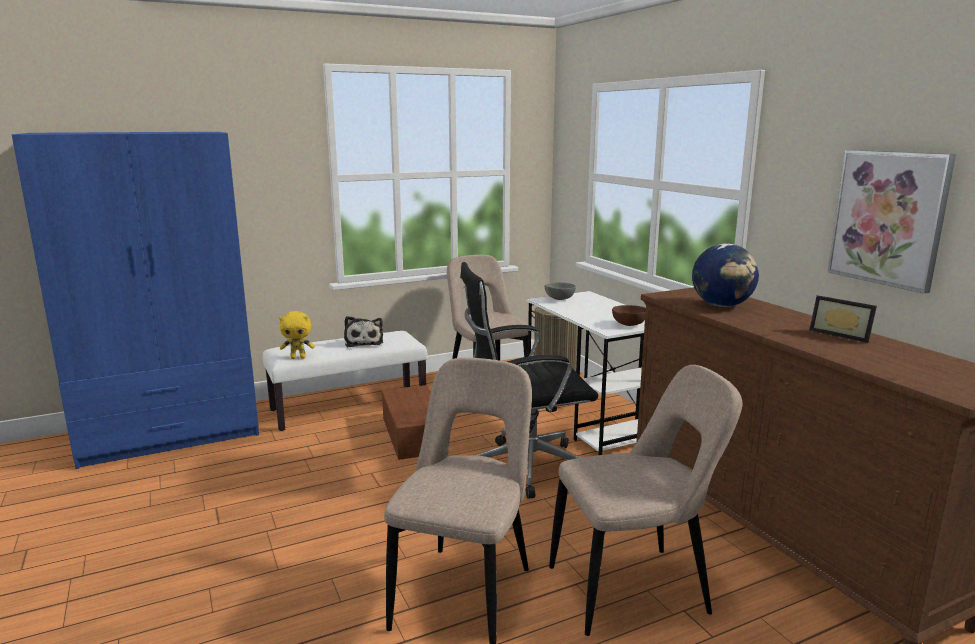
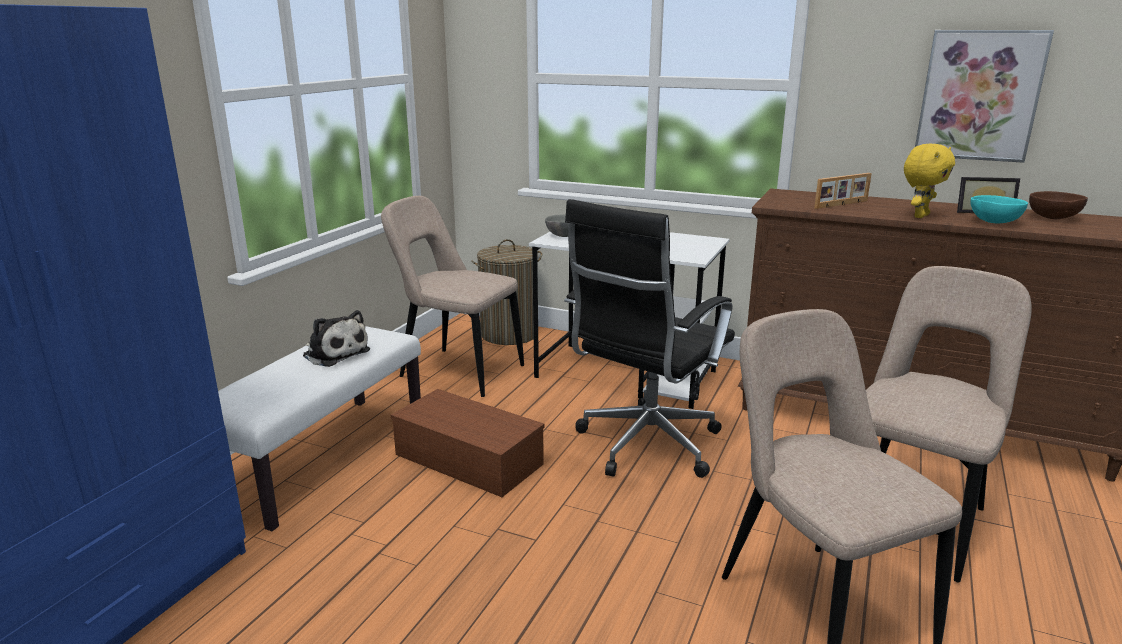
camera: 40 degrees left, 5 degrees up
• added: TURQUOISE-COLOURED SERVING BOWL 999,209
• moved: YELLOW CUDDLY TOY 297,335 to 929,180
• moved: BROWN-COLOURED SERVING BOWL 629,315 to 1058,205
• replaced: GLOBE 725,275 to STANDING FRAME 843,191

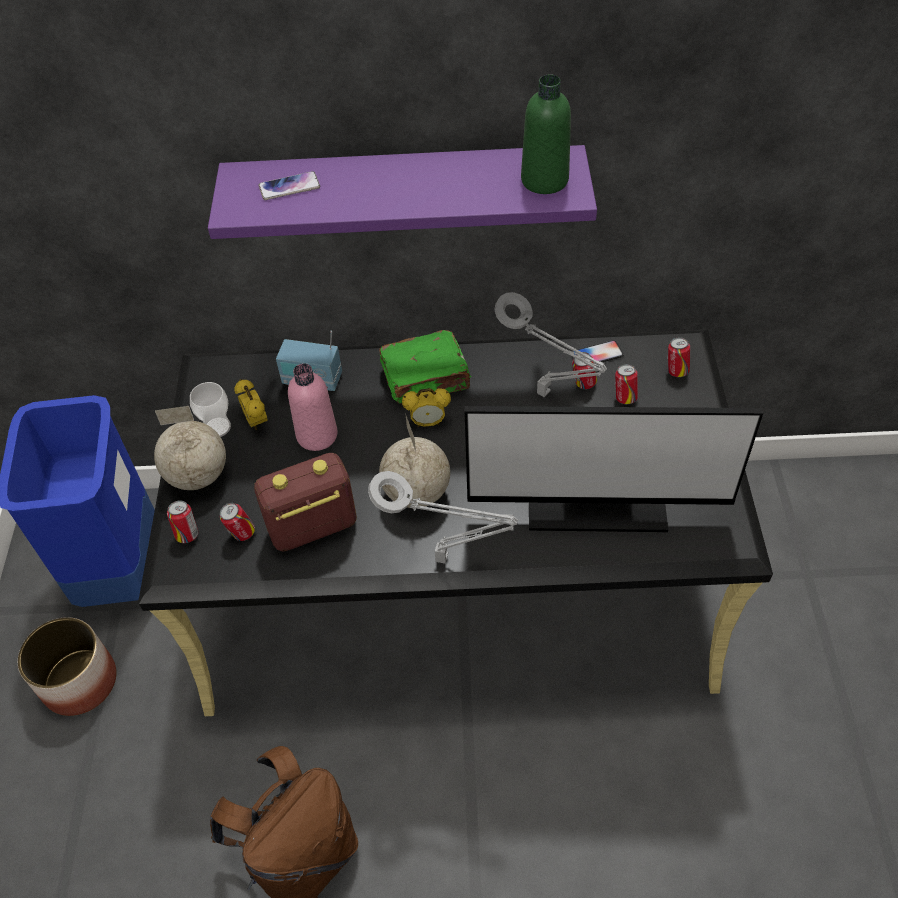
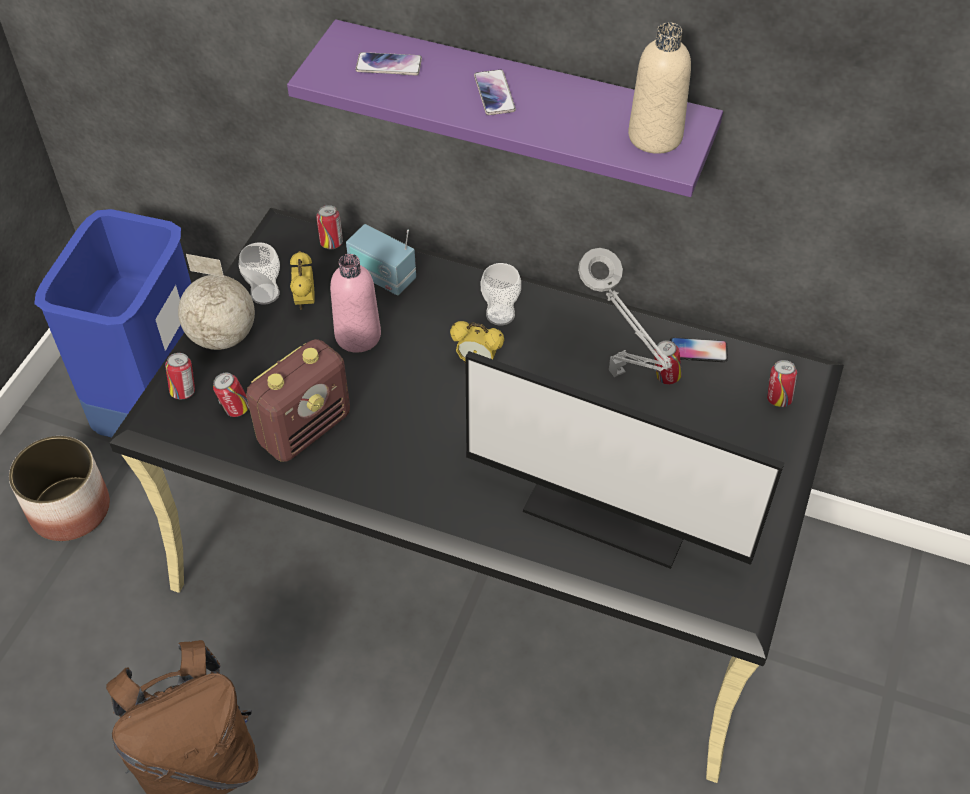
camera: 20 degrees right, 0 degrees up
• removed: GRAY LAMP FOR A TABLE 443,517
• removed: GLOBE 414,460
• added: PHONE 495,92
• moved: SEALED CAN 626,384 to 329,227
• replaced: GREENISH VOLUME 425,366 to CUP 501,294
• recoloured: GREENISH BEVERAGE BOTTLE 546,134 to BEIGE BEVERAGE BOTTLE 659,88
• turned: RADIO SET 305,502 = 298,400 135 degrees clockwise

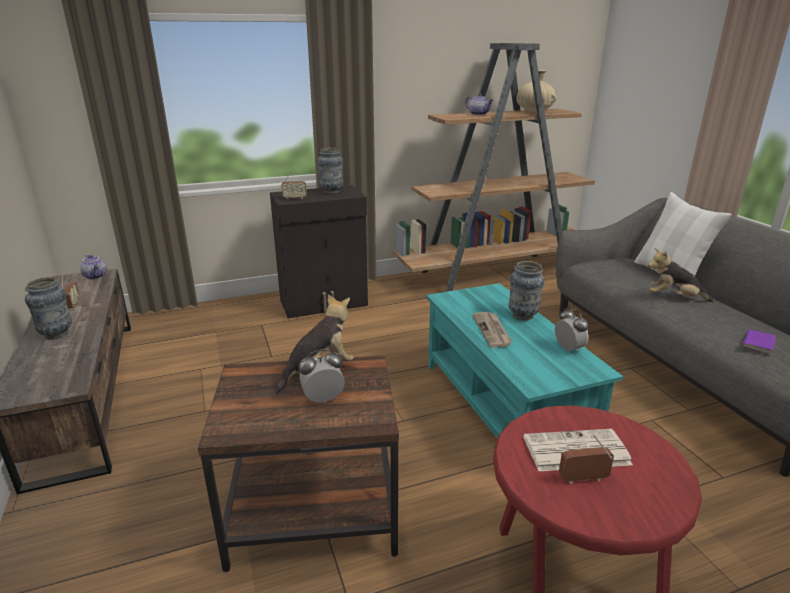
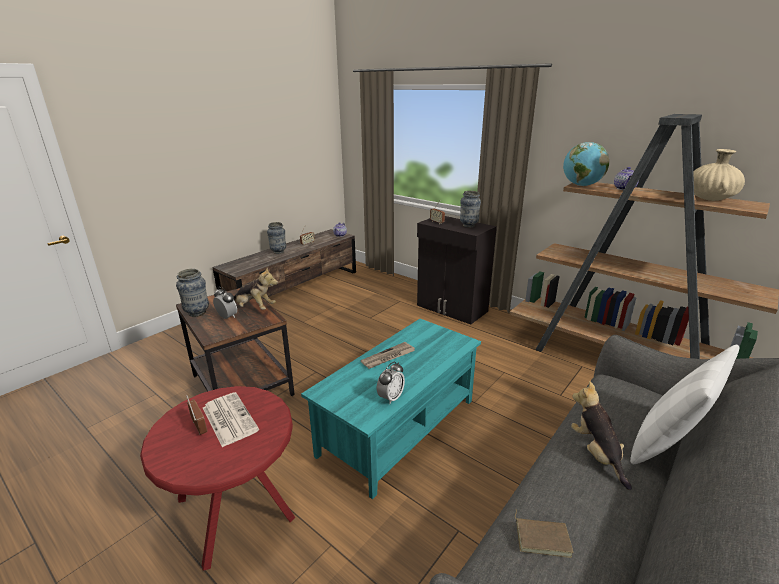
camera: 60 degrees right, 0 degrees up
• added: GLOBE 586,164
• moved: FLOWER VASE 527,291 to 192,293
• recoloured: PURPLE VOLUME 757,341 to BROWN-COLOURED VOLUME 544,533

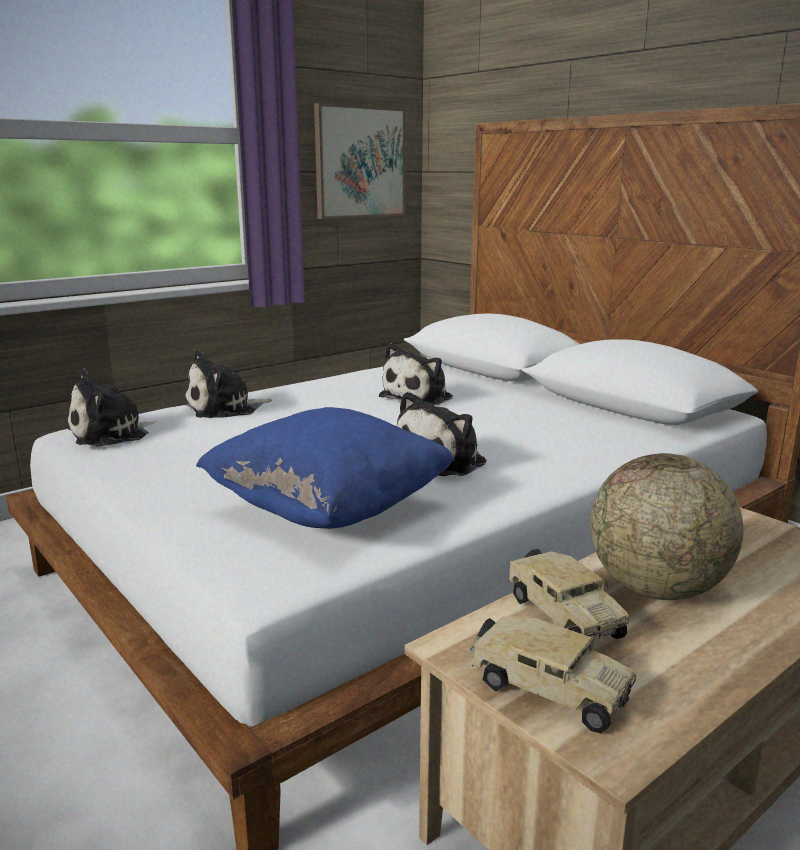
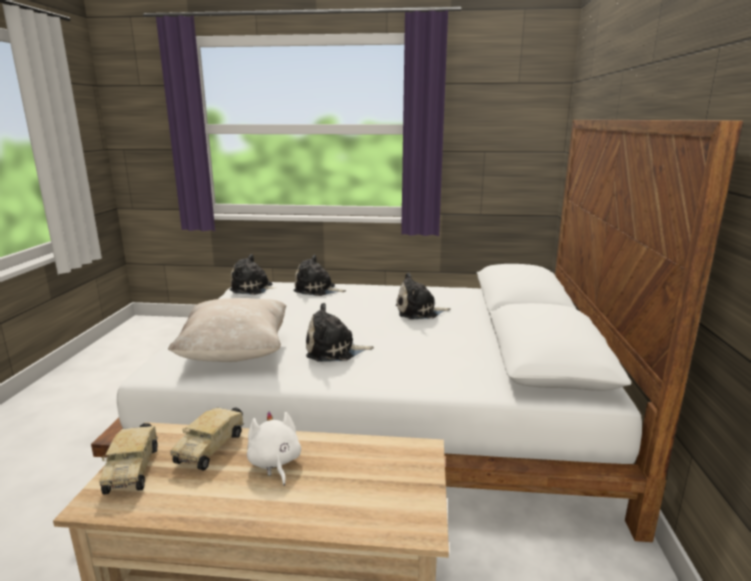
camera: 45 degrees right, 0 degrees up
• removed: PICTURE 359,161
• replaced: GLOBE 666,526 to WHITISH CUDDLY TOY 274,449
• recoloured: BLUISH CUSHION 325,468 to BEIGE CUSHION 227,330

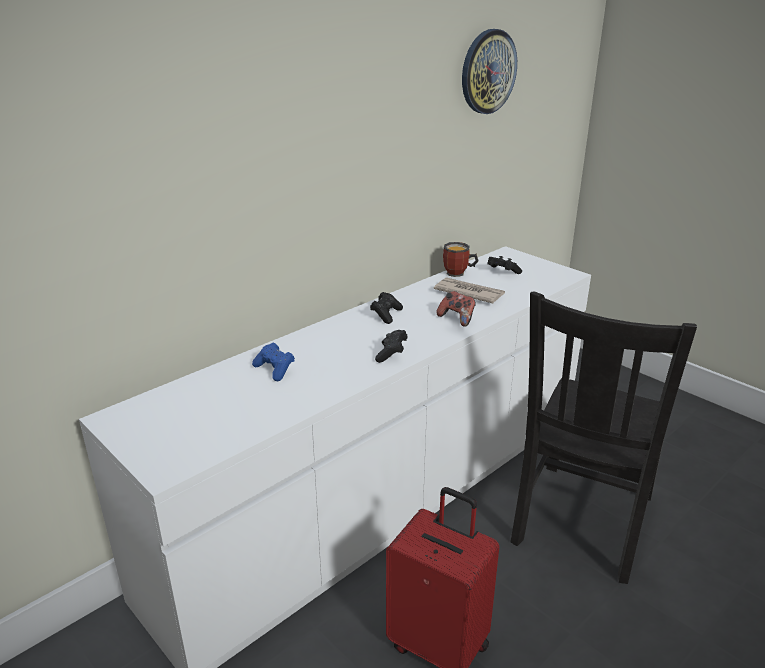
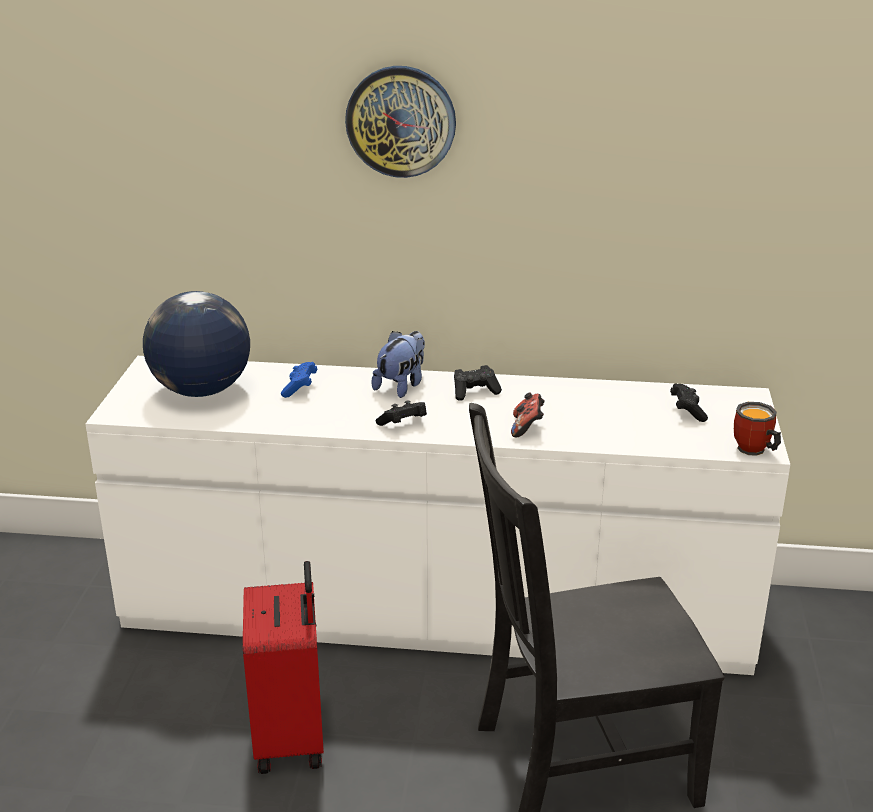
camera: 50 degrees right, 0 degrees up
• removed: PRINTED PAPER 469,290
• added: GLOBE 196,344
• added: CUDDLY TOY 398,364
• moved: TEA MUG 460,259 to 757,429
• moved: CLOCK ON THE WALL 489,71 to 400,122

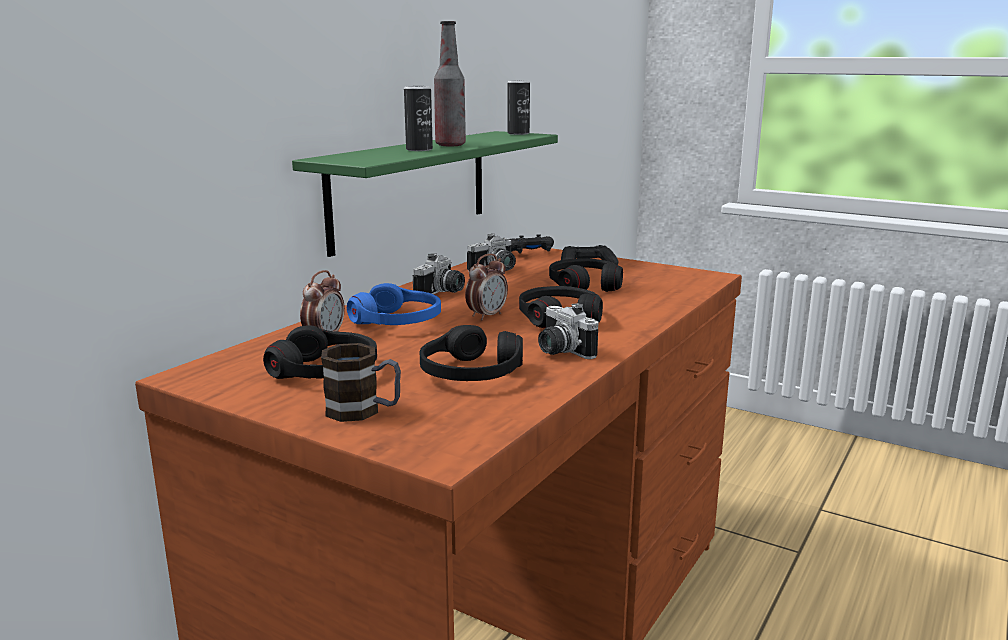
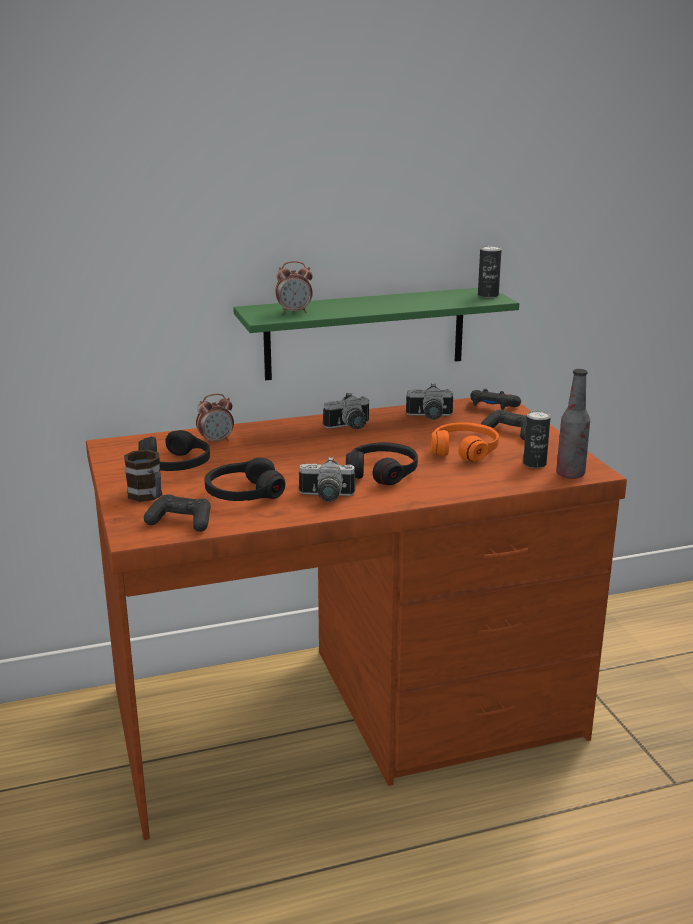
camera: 40 degrees right, 5 degrees up
• removed: BLUISH PAIR OF HEADPHONES 394,304
• added: BLACK-COLOURED GAMEPAD 177,513
• moved: SEALED CAN 418,118 to 537,439
• moved: BEVERAGE BOTTLE 450,83 to 573,424
• moved: BEDSIDE CLOCK 486,287 to 294,287
• recoloured: BLACK-COLOURED PAIR OF HEADPHONES 586,275 to ORANGE PAIR OF HEADPHONES 465,442
• turned: PHOTO CAMERA 568,331 = 327,479 90 degrees counterclockwise

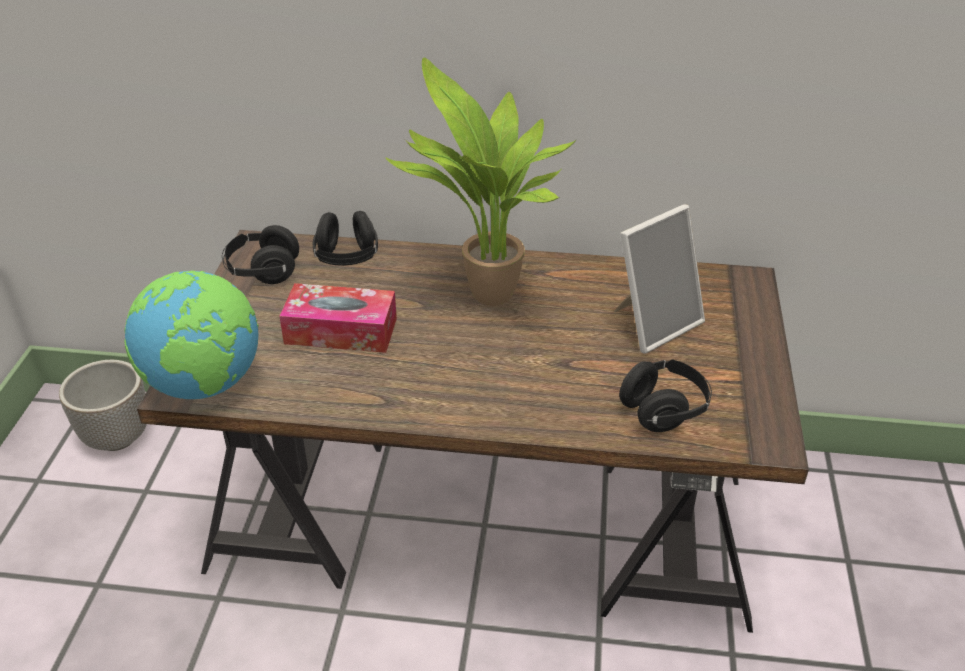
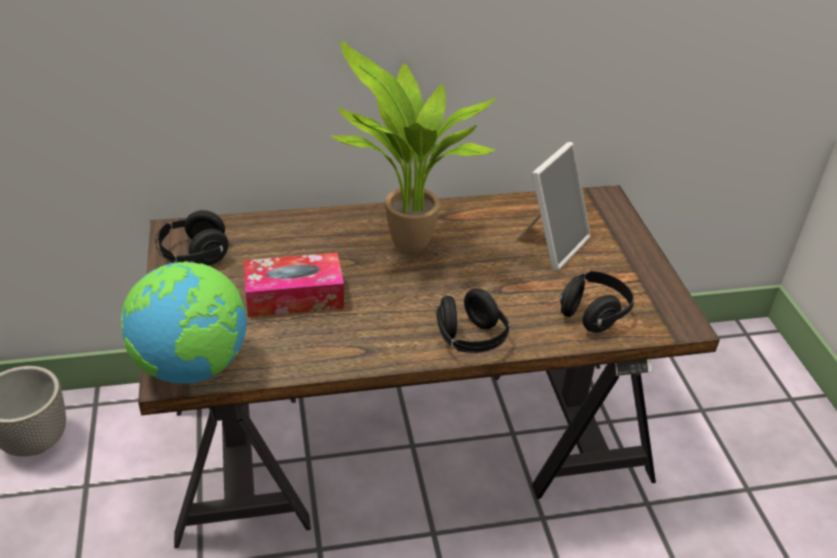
camera: 20 degrees left, 0 degrees up
• moved: BLACK-COLOURED PAIR OF HEADPHONES 345,238 to 473,320

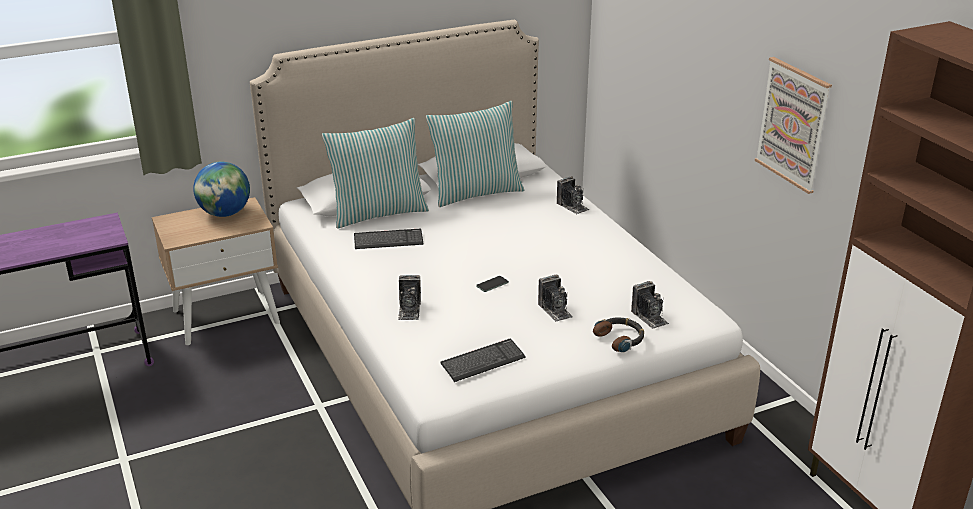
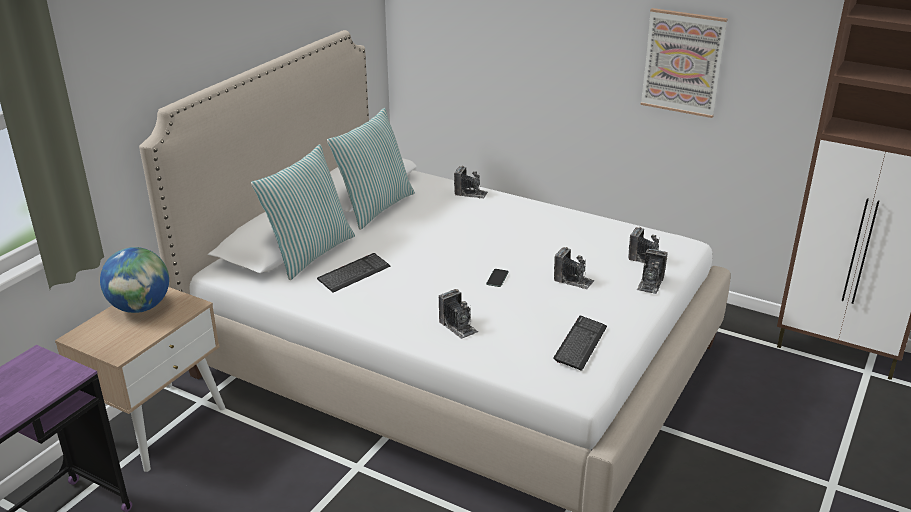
camera: 35 degrees left, 0 degrees up
• replaced: PAIR OF HEADPHONES 618,335 to PHOTO CAMERA 652,271

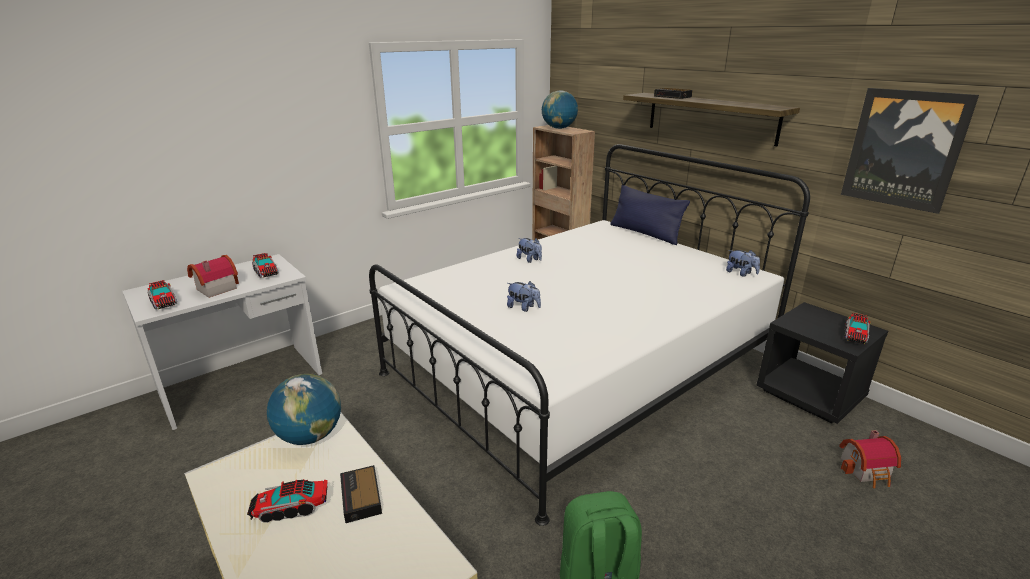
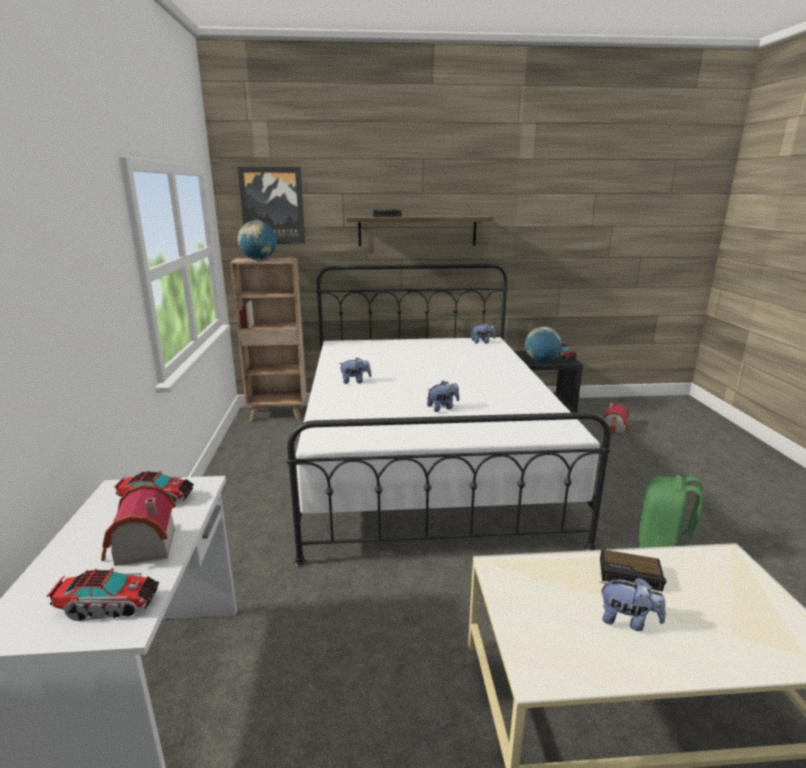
camera: 55 degrees left, 5 degrees down
• removed: BLUISH CUSHION 650,215
• moved: GLOBE 304,409 to 543,344
• moved: PICTURE 910,151 to 271,205
• replaced: TOY TRUCK 287,501 to CUDDLY TOY 632,604

